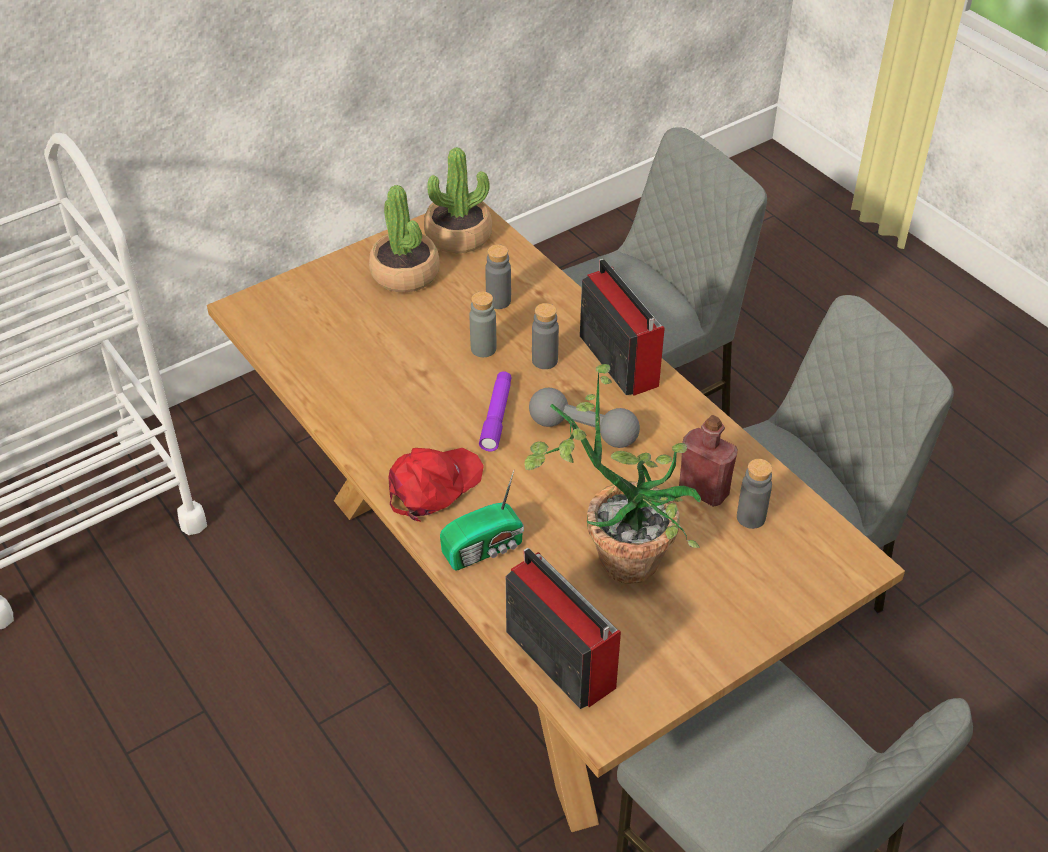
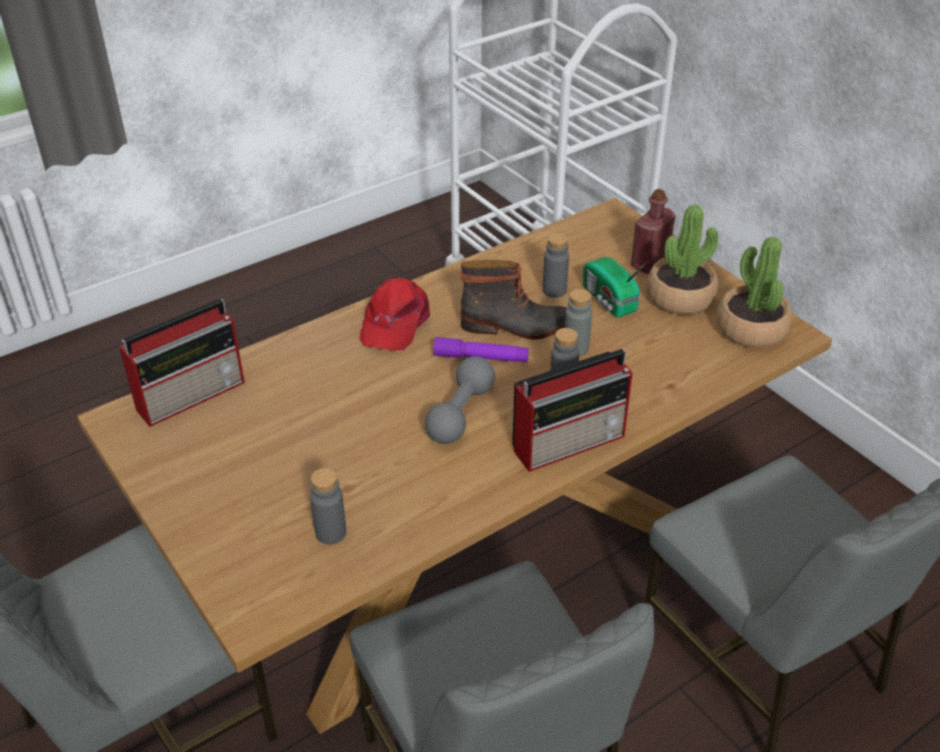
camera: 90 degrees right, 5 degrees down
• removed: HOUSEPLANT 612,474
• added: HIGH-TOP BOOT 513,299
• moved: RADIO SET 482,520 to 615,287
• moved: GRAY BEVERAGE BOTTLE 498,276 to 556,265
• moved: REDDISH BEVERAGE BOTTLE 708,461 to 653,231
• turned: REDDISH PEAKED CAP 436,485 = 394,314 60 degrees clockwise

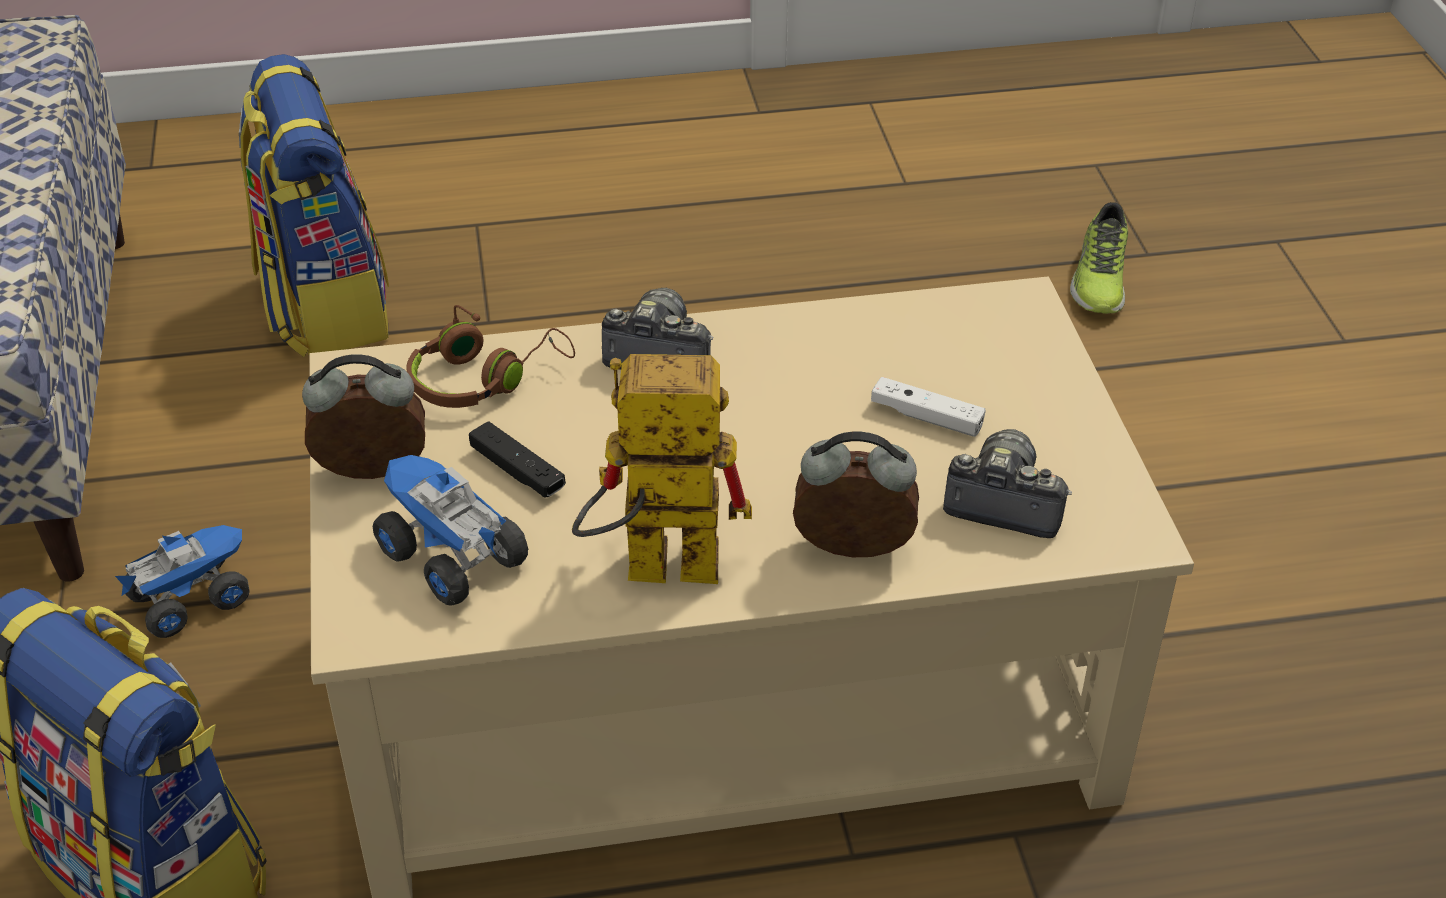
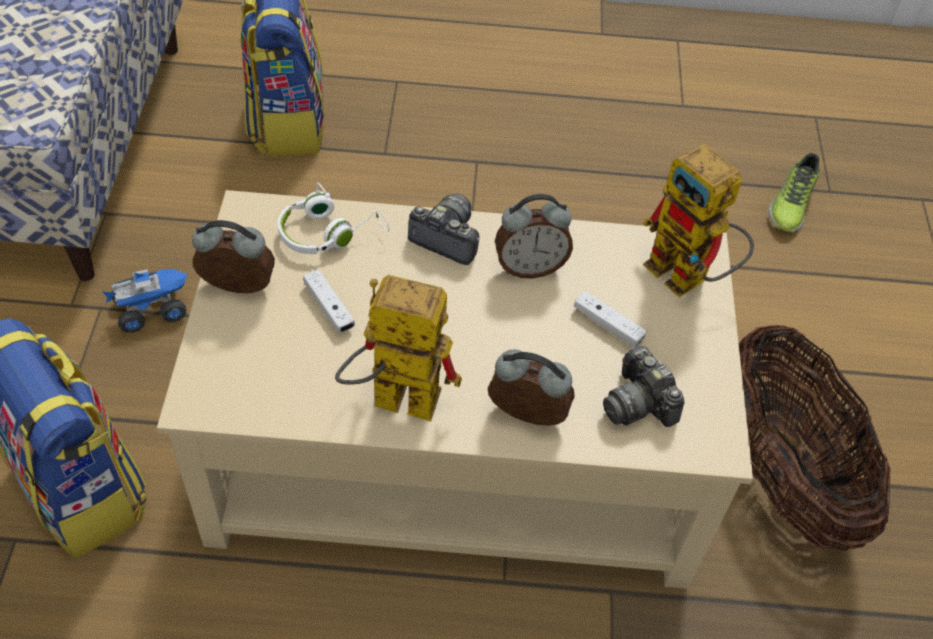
camera: 10 degrees right, 10 degrees up
• removed: TOY TRUCK 451,530
• added: BEDSIDE CLOCK 534,236
• added: TOY ROBOT 698,220
• added: HOUSEHOLD BASKET 814,438
• recoloured: BROWN-COLOURED PAIR OF HEADPHONES 490,356 to WHITISH PAIR OF HEADPHONES 333,218
• recoloured: BLACK-COLOURED GAMEPAD 517,459 to WHITISH GAMEPAD 329,301
• turned: PHOTO CAMERA 1007,483 = 643,386 150 degrees counterclockwise

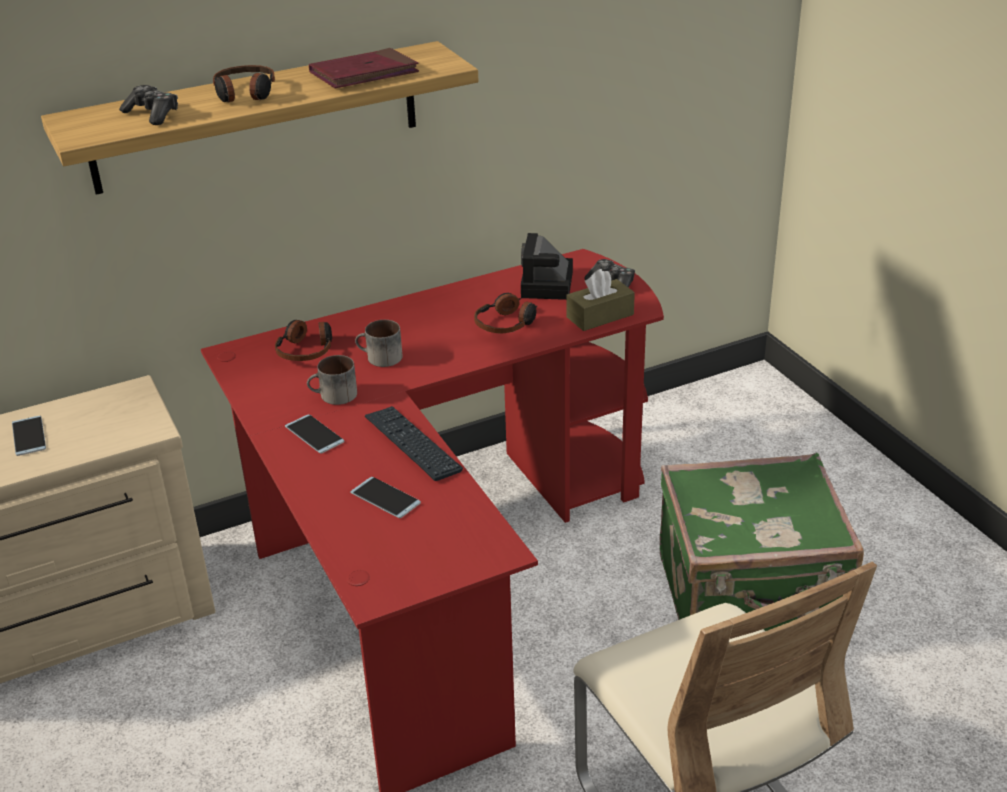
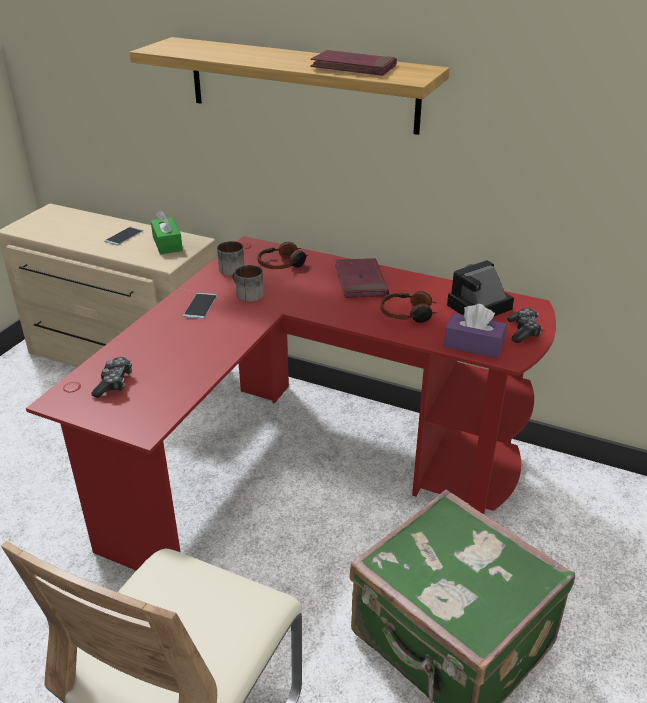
camera: 50 degrees right, 0 degrees up
• removed: PAIR OF HEADPHONES 244,83
• removed: PHONE 385,497
• removed: PC KEYBOARD 414,443
• added: GREENISH TISSUE HOLDER 167,232
• added: REDDISH VOLUME 362,278
• moved: GAMEPAD 148,105 to 112,377
• moved: TEA MUG 379,343 to 230,258
• recoloured: BROWN-COLOURED TISSUE HOLDER 600,300 to PURPLE TISSUE HOLDER 475,331

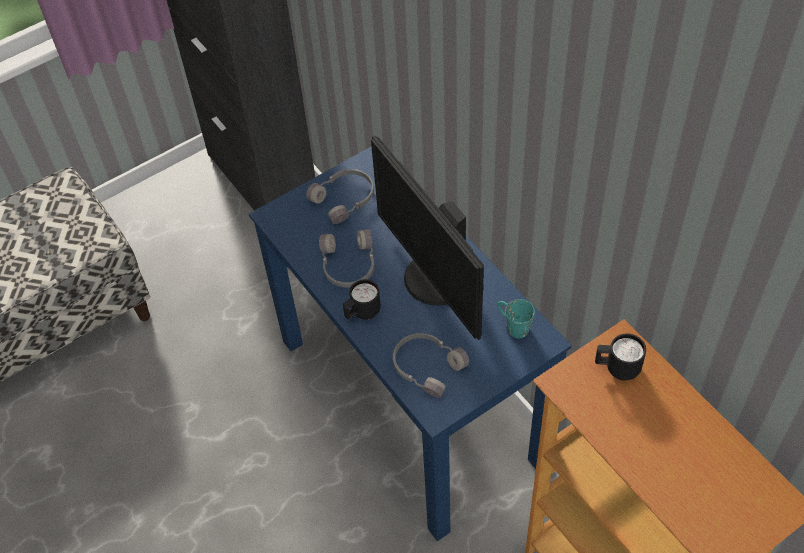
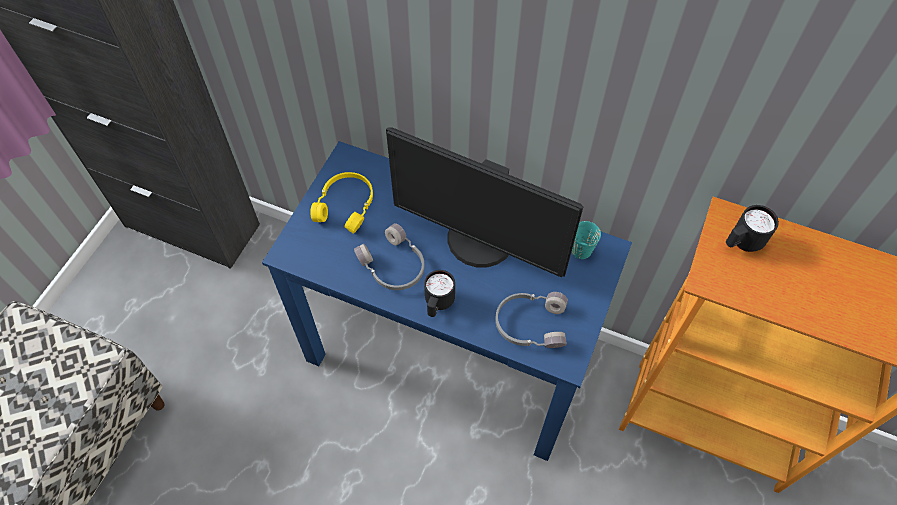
camera: 35 degrees left, 5 degrees up
• recoloured: GRAY PAIR OF HEADPHONES 340,196 to YELLOW PAIR OF HEADPHONES 341,203

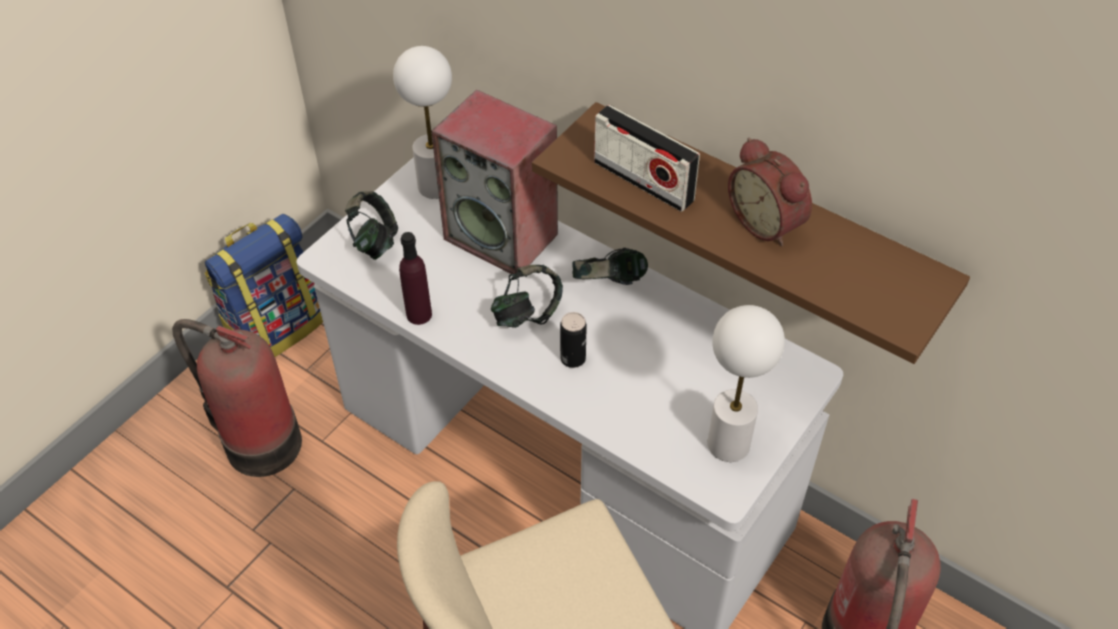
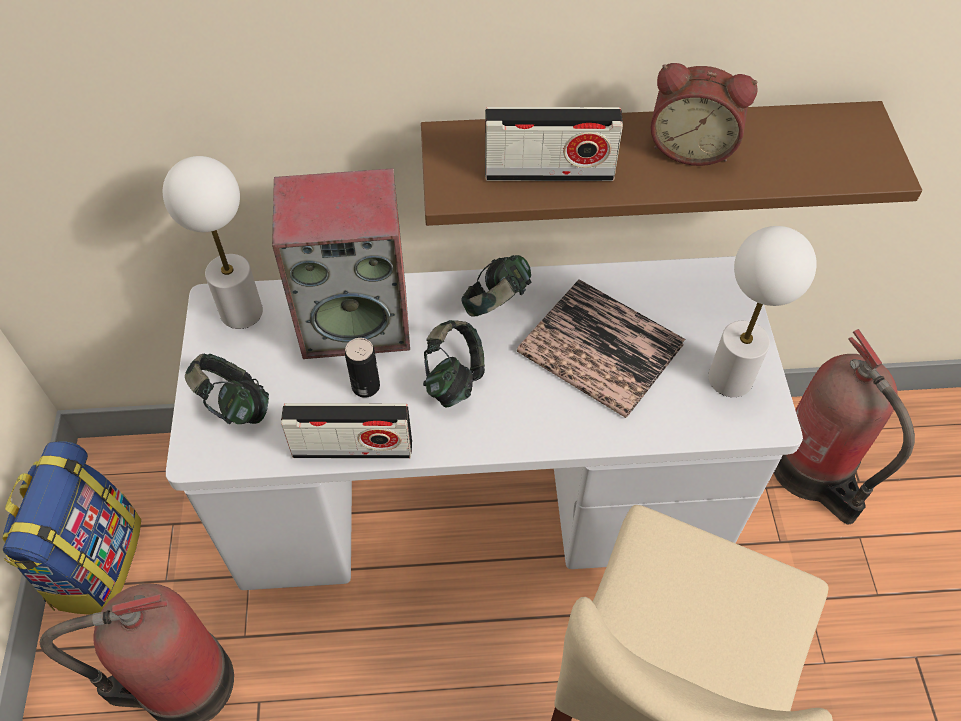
camera: 40 degrees left, 5 degrees up
• added: VOLUME 601,348
• moved: SEALED CAN 573,340 to 362,368
• replaced: PURPLE BEVERAGE BOTTLE 415,278 to RADIO SET 346,431

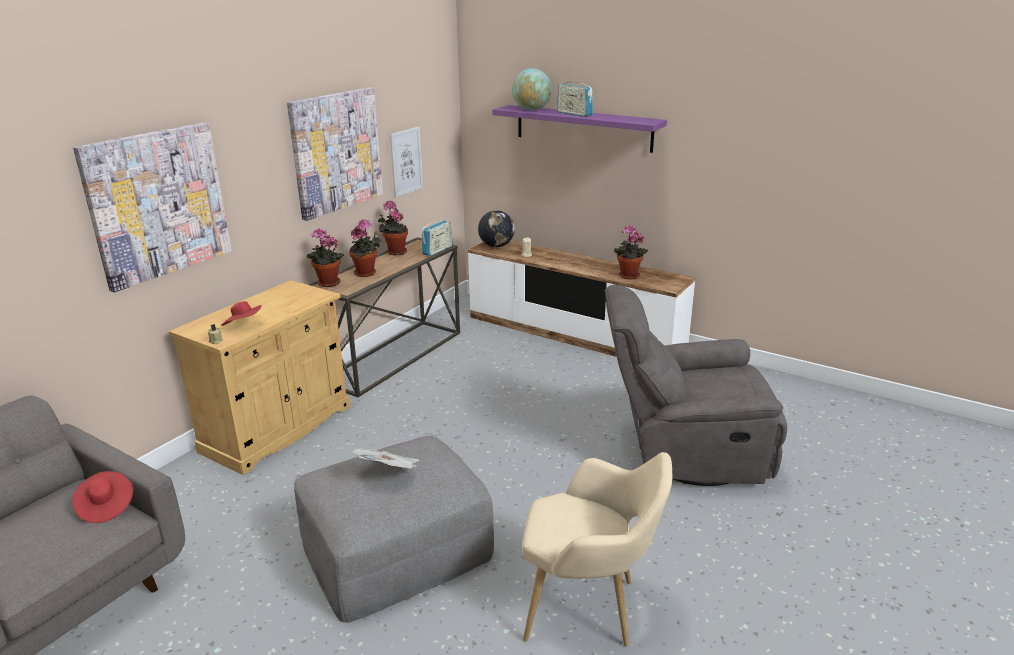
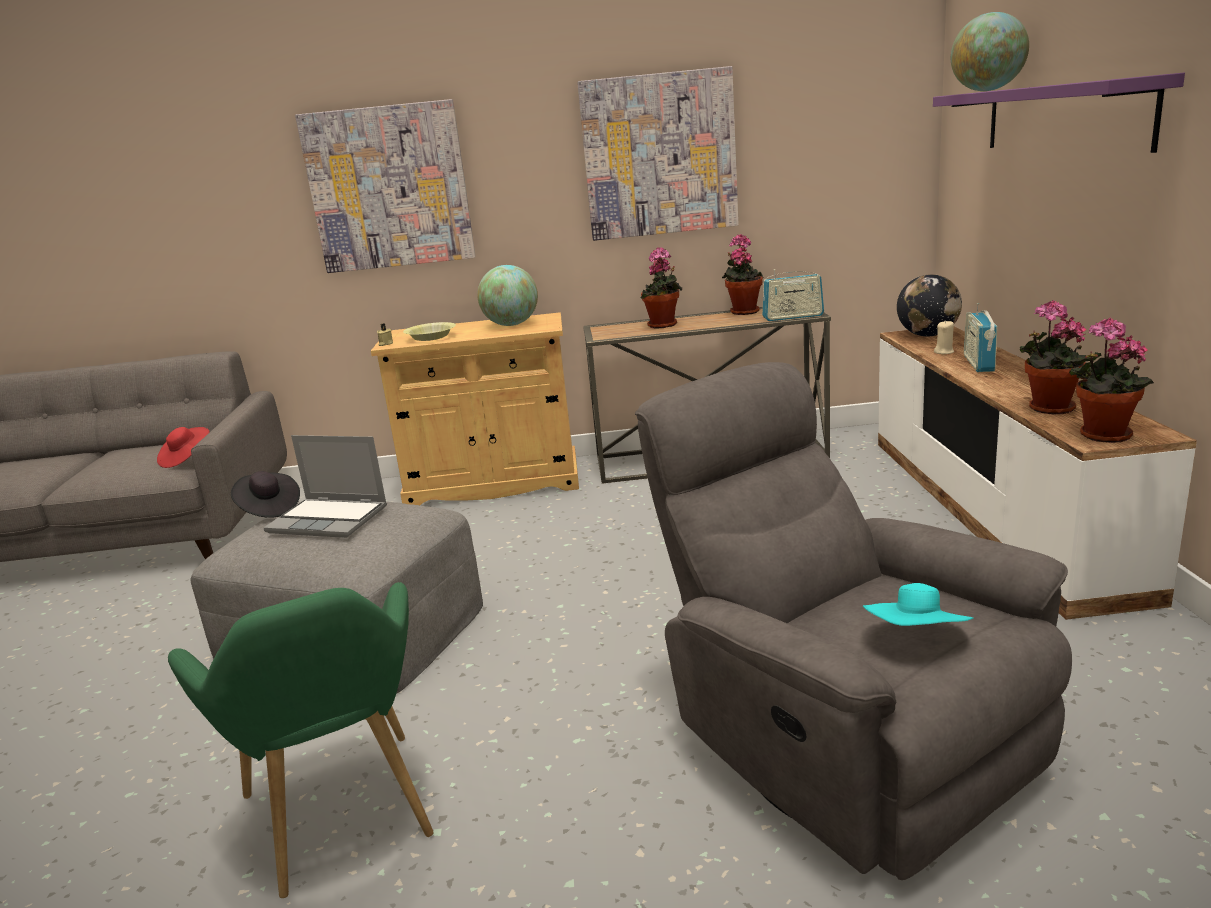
camera: 55 degrees right, 5 degrees down
• removed: PICTURE 406,162
• added: BLACK-COLOURED WEARABLE HAT 265,494
• added: GLOBE 507,295
• added: TURQUOISE-COLOURED WEARABLE HAT 918,604
• moved: HOUSEPLANT 325,258 to 1111,380
• moved: RADIO SET 575,97 to 980,337
• replaced: REDDISH WEARABLE HAT 241,313 to YELLOW SERVING BOWL 429,331
• replaced: PRINTED PAPER 385,458 to LAPTOP 325,486
• recoloured: BEIGE EASY CHAIR 597,549 to GREENISH EASY CHAIR 301,740

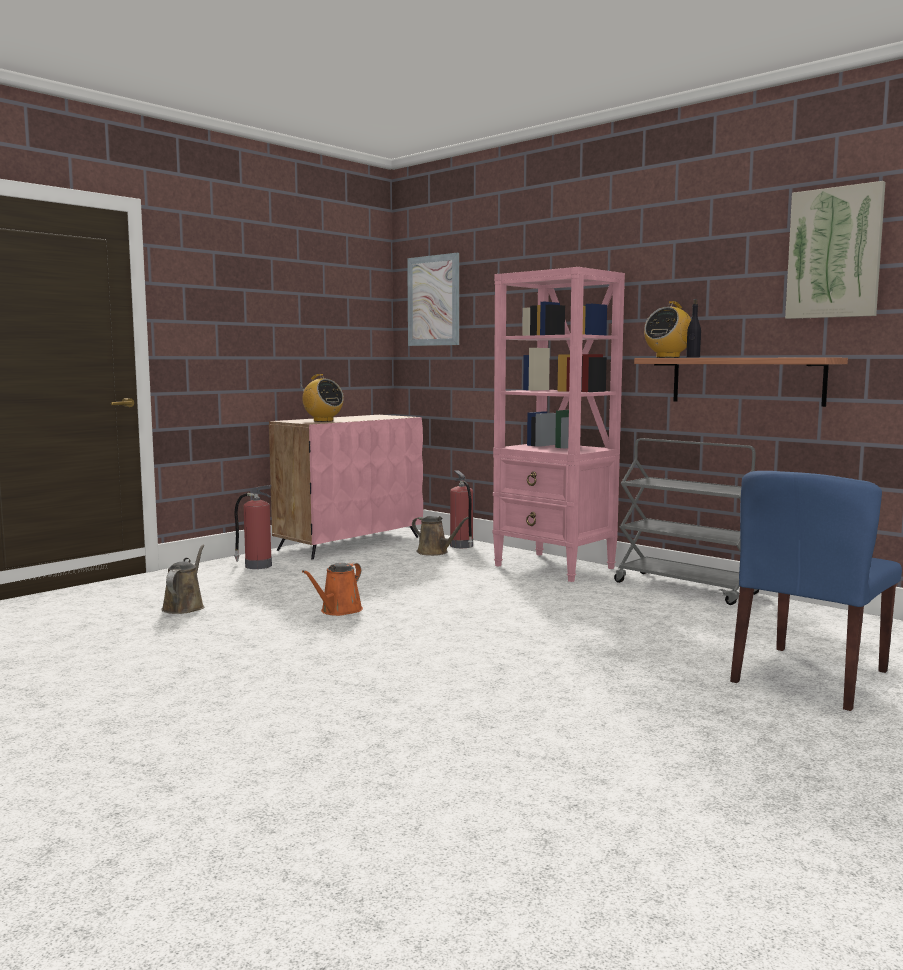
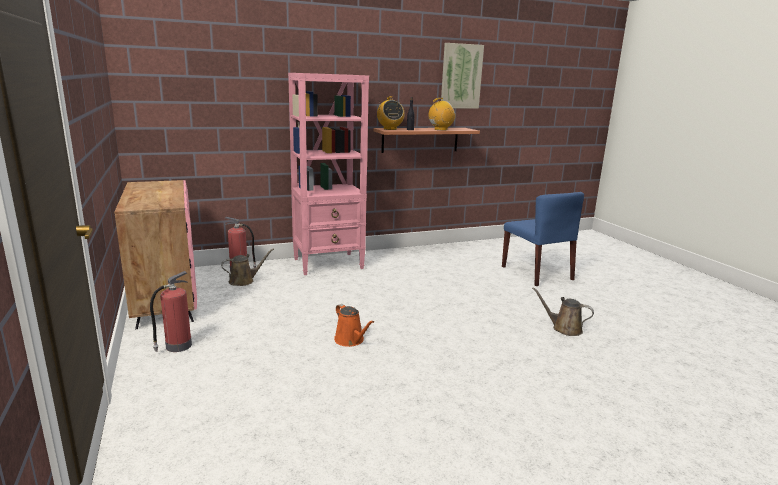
camera: 65 degrees left, 10 degrees up
• removed: PICTURE 433,299
• removed: GRAY TROLLEY 686,521
• moved: BROWN-COLOURED WATERING CAN 182,579 to 563,311
• moved: RADIO SET 322,398 to 442,114

